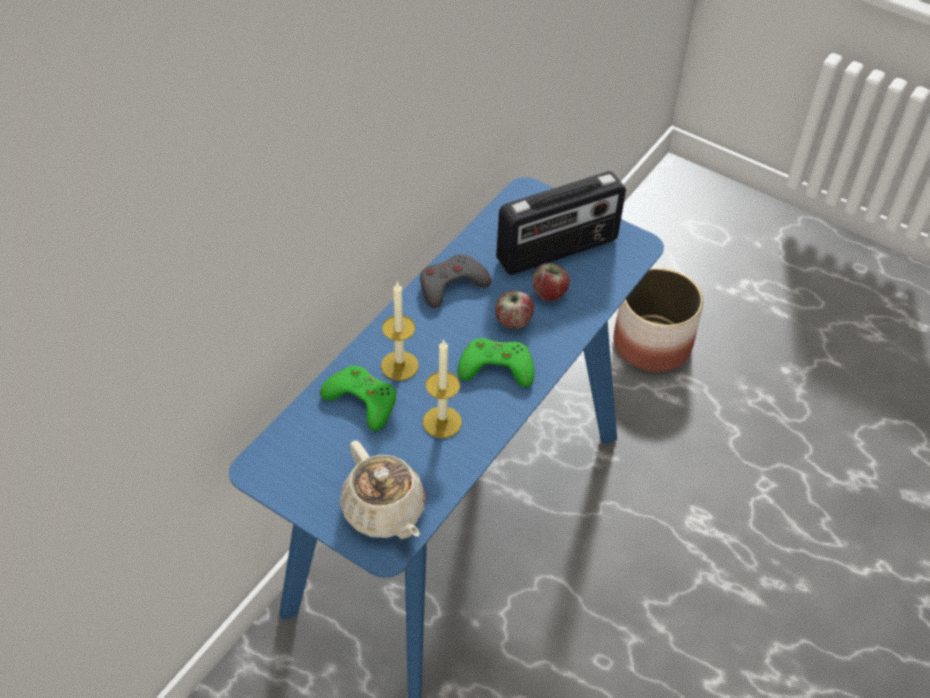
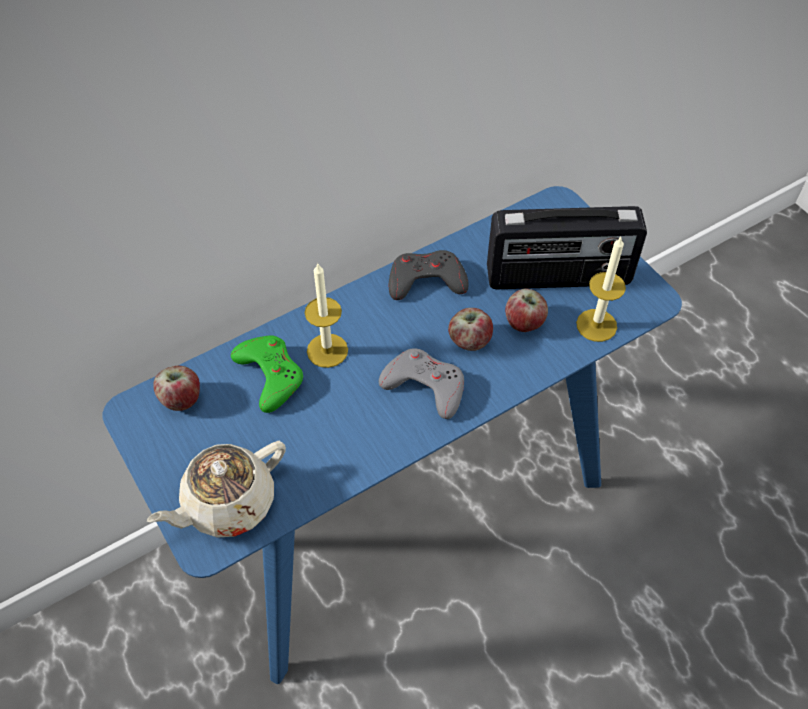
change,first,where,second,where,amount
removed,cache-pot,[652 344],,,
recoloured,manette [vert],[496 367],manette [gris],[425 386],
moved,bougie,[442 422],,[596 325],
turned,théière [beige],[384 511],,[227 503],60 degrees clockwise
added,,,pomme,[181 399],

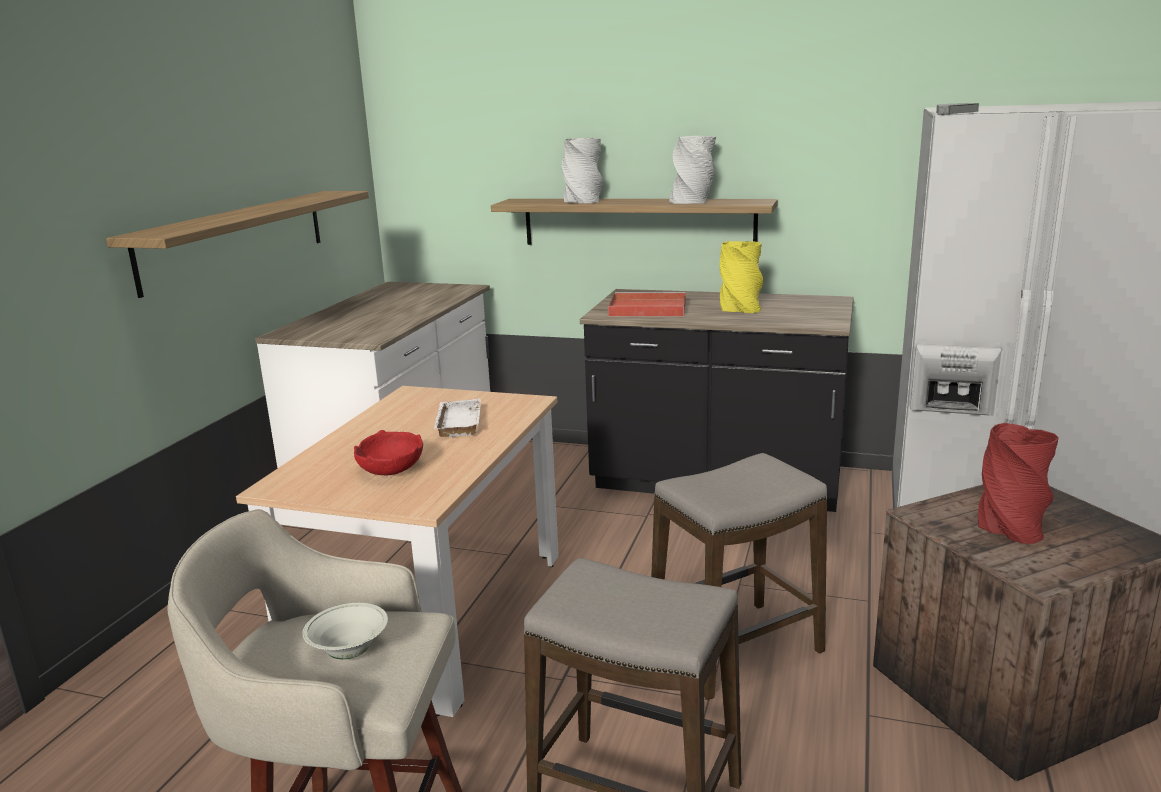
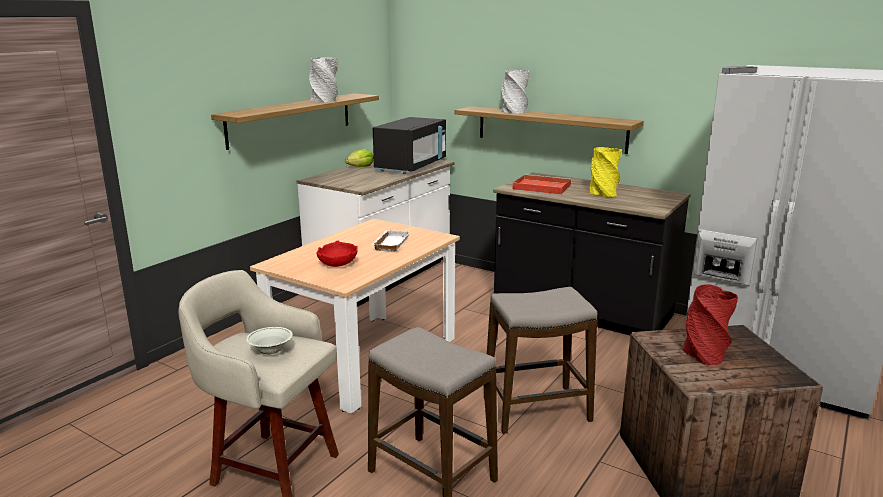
change,first,where,second,where,amount
moved,vase [gris],[692 201],,[324 101],
added,,,micro-ondes [noir],[411 166],
added,,,laitue,[360 167],

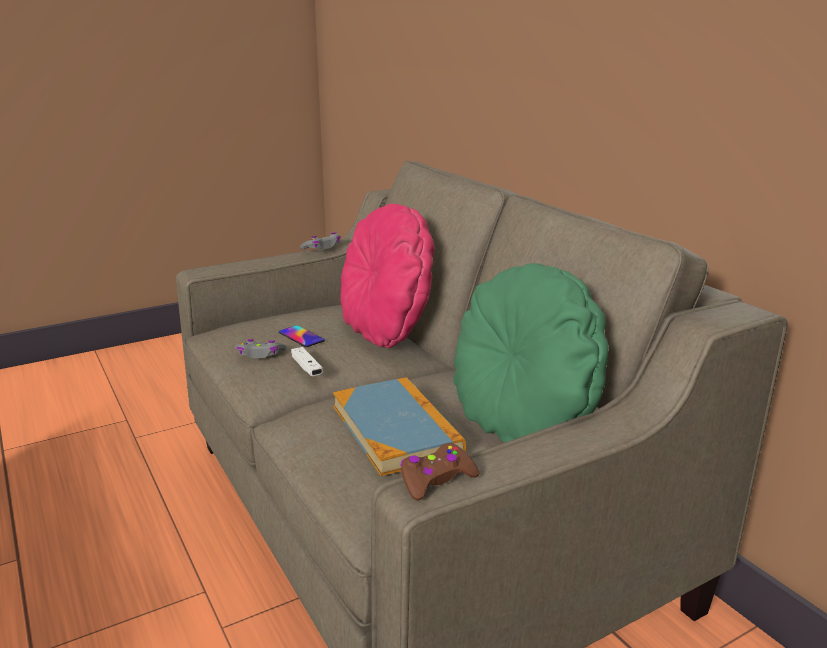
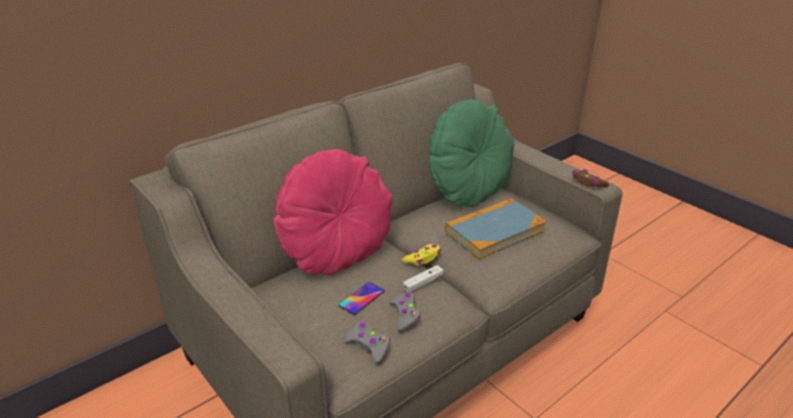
change,first,where,second,where,amount
moved,manette [gris],[322 247],,[368 345],
added,,,manette [jaune],[423 258],

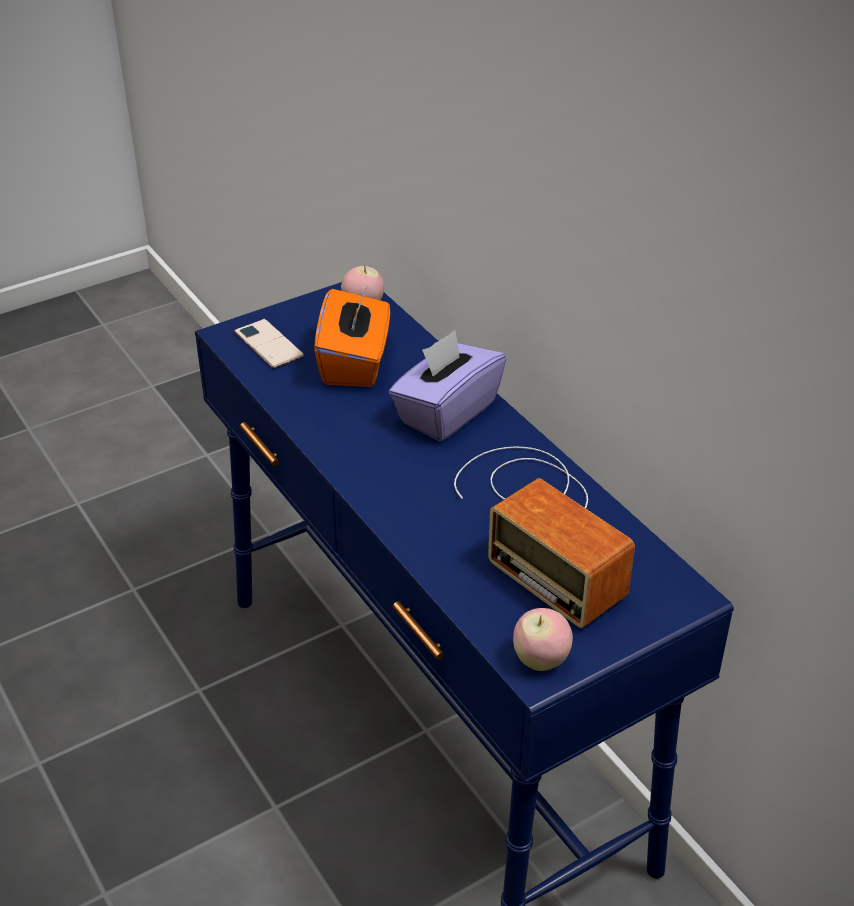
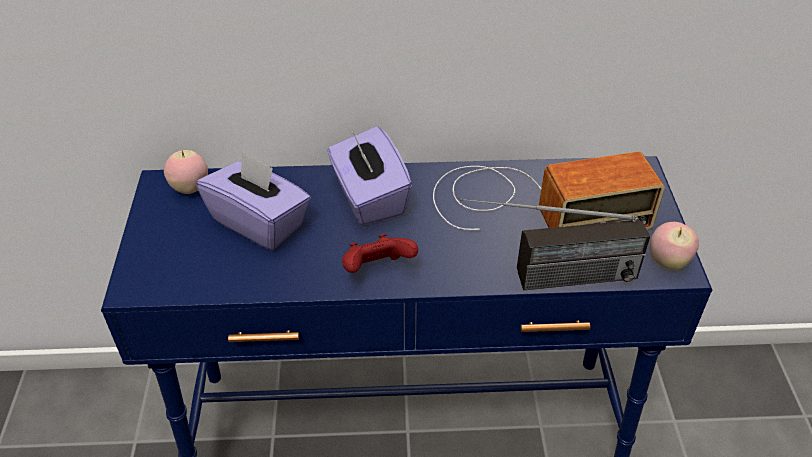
change,first,where,second,where,amount
recoloured,boîte à mouchoirs [orange],[355 363],boîte à mouchoirs [violet],[260 222],
removed,téléphone,[268 344],,,
added,,,radio,[546 279],
added,,,manette [rouge],[377 270],

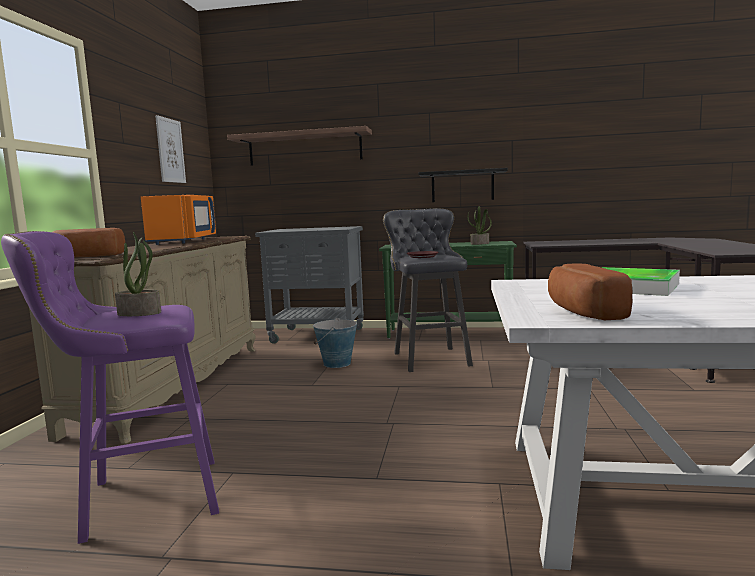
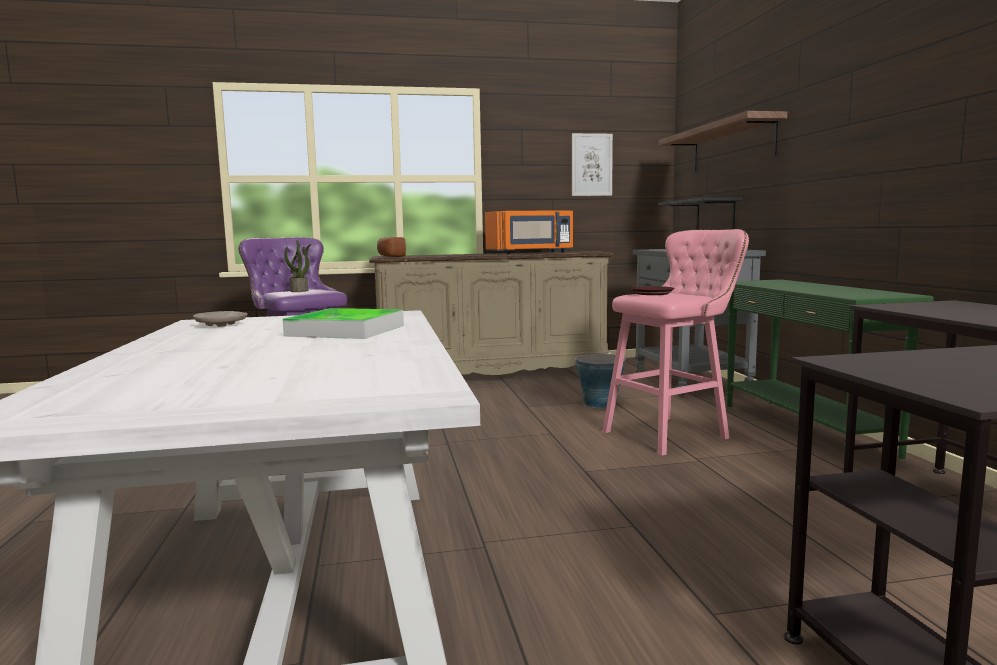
change,first,where,second,where,amount
moved,étagère [noir],[462 186],,[715 217],
removed,plante en pot,[480 244],,,
recoloured,tabouret [noir],[429 356],tabouret [rose],[675 432],
replaced,pain,[580 312],assiette [beige],[221 325],

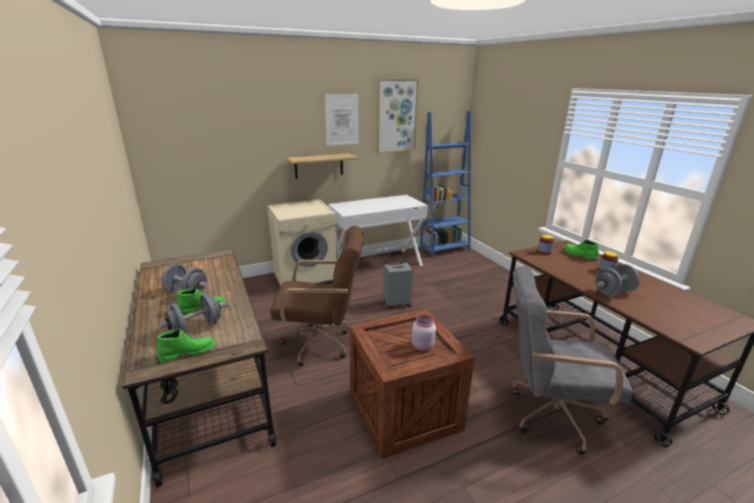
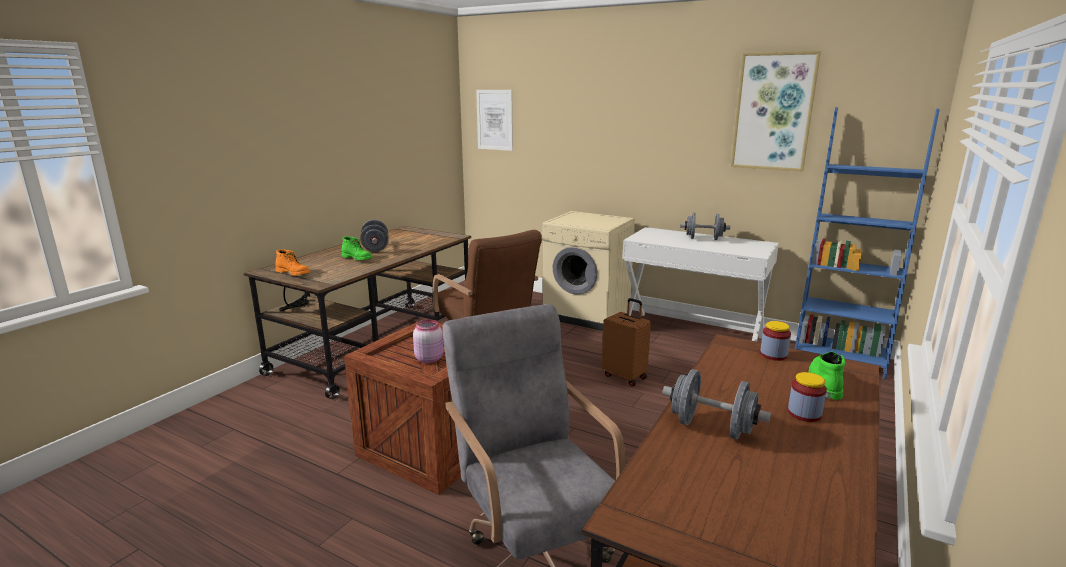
change,first,where,second,where,amount
moved,tableau,[342 120],,[495 120],
removed,étagère,[319 166],,,
recoloured,valise [gris],[397 303],valise [marron],[625 376],
moved,haltère [gris],[196 328],,[703 239],
recoloured,botte [vert],[188 352],botte [orange],[294 273],

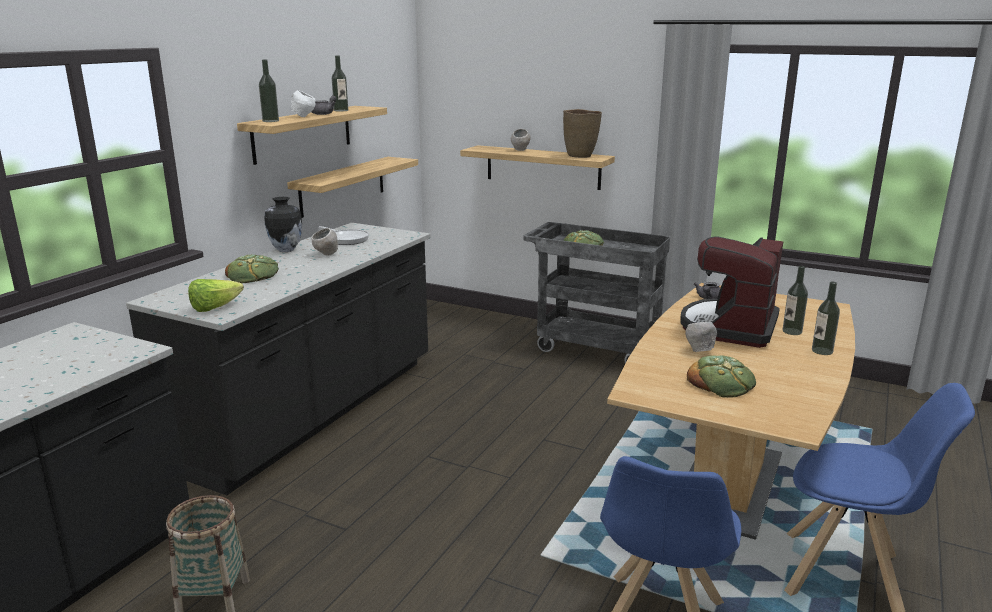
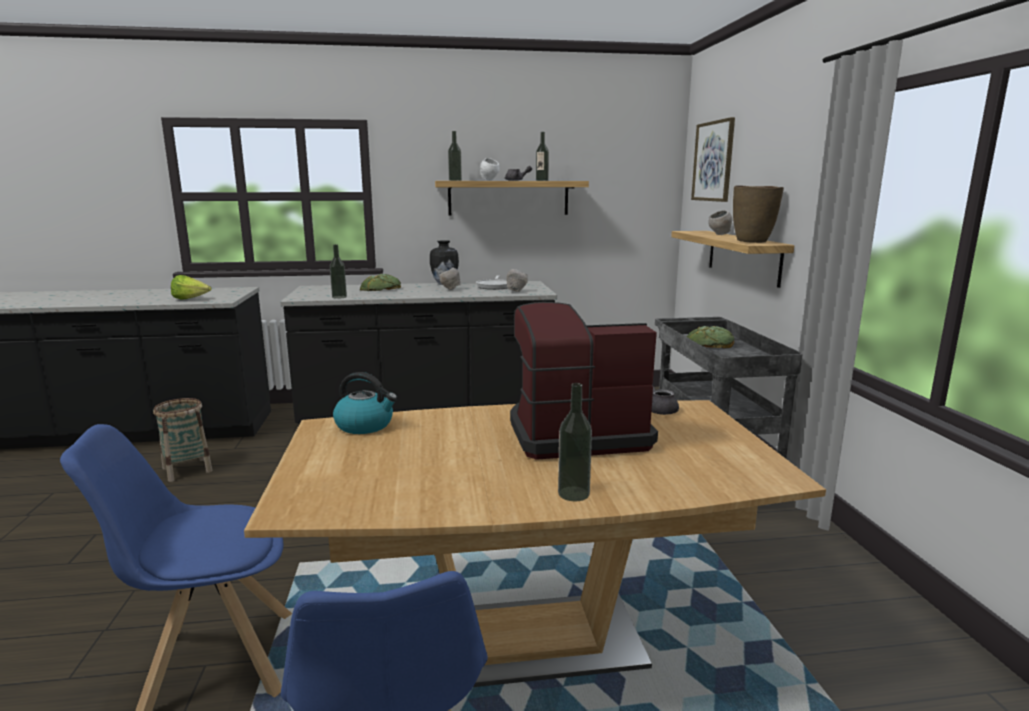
change,first,where,second,where,amount
removed,étagère,[343 186],,,
moved,bouteille,[792 331],,[339 297],
moved,laitue,[215 308],,[191 299],
moved,bol [gris],[699 351],,[516 291],
removed,pain,[721 382],,,
added,,,tableau,[713 161],
added,,,bouilloire,[365 425],

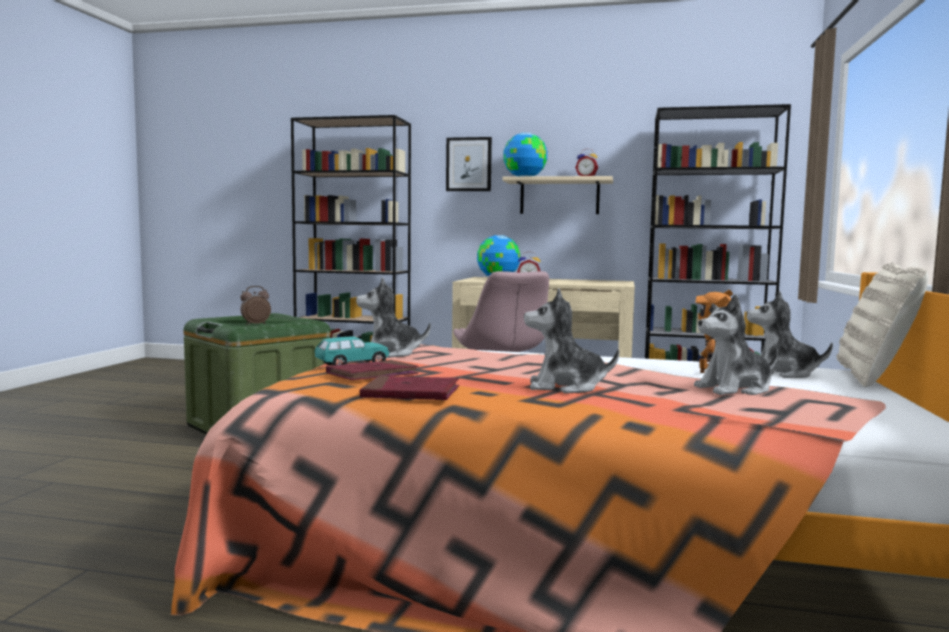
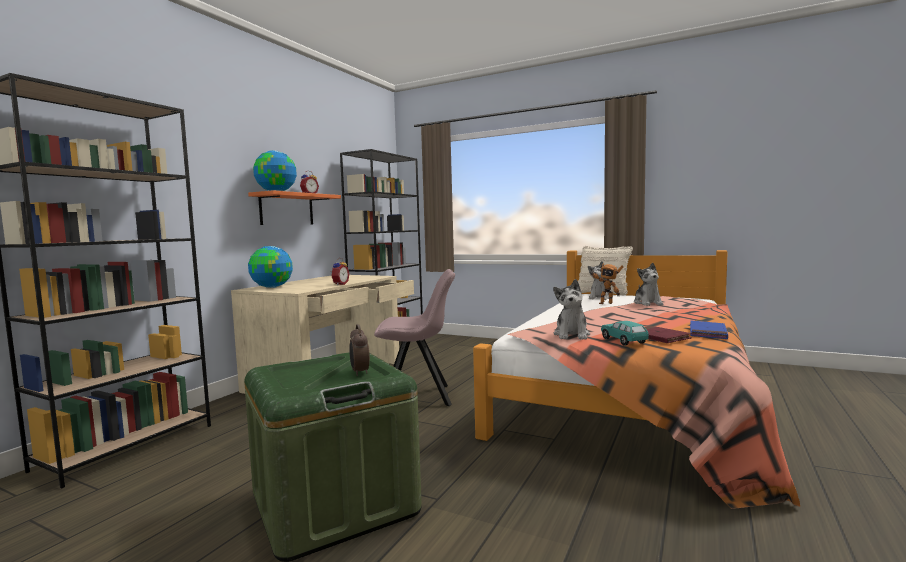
change,first,where,second,where,amount
removed,tableau,[468 164],,,
recoloured,étagère [beige],[559 196],étagère [orange],[287 209],
removed,peluche,[565 387],,,
recoloured,livre [rouge],[410 394],livre [bleu],[708 332],

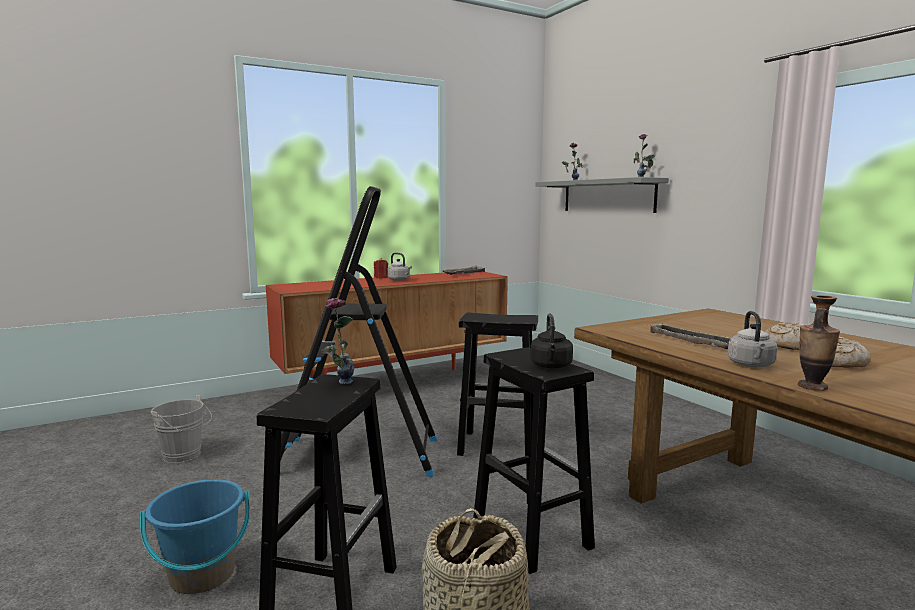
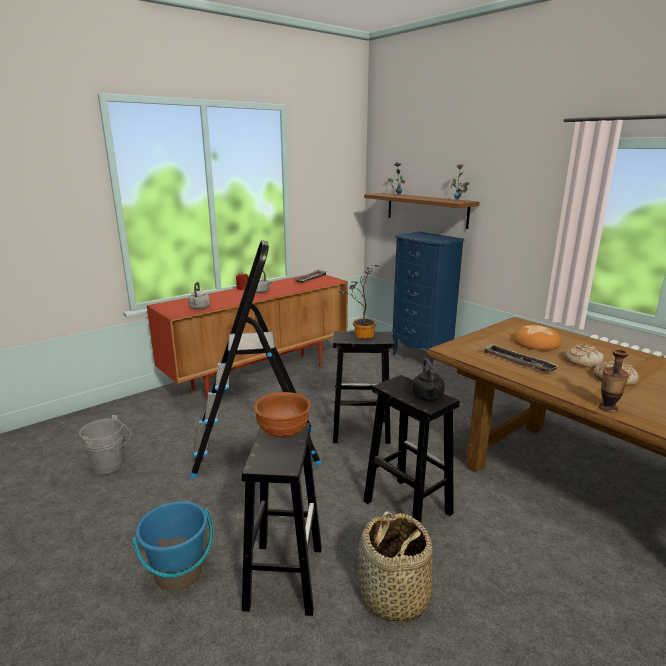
change,first,where,second,where,amount
recoloured,étagère [gris],[607 196],étagère [marron],[426 209],
replaced,vase,[339 384],bol [marron],[284 433],
moved,bouilloire [gris],[751 365],,[199 308],
added,,,commode [bleu],[419 359],
added,,,plante en pot,[361 335],
added,,,pain,[536 343],

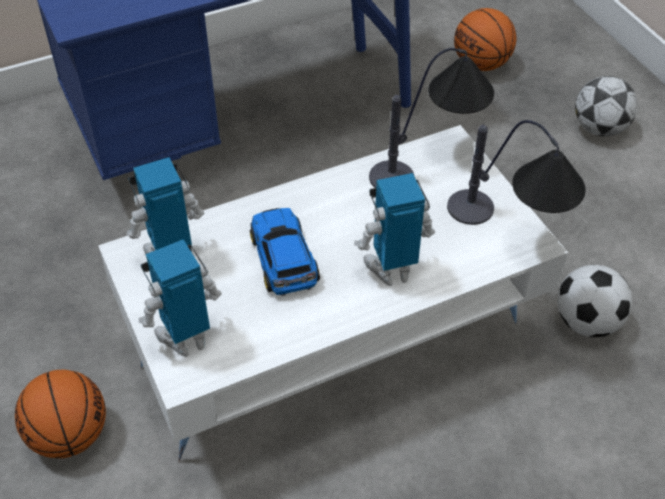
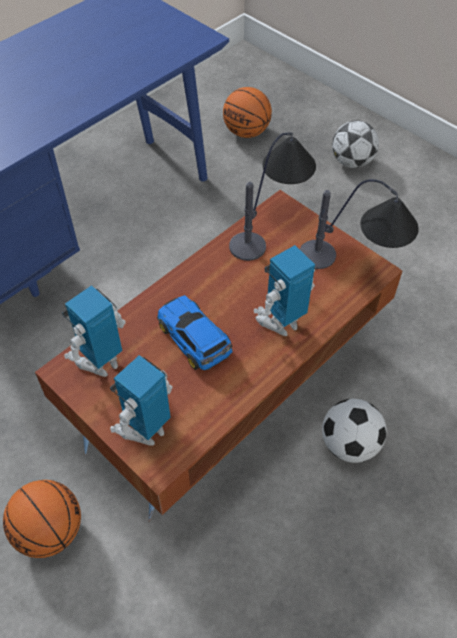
change,first,where,second,where,amount
recoloured,table basse [blanc],[332 347],table basse [marron],[229 389],
moved,ballon de foot,[587 322],,[349 444],

